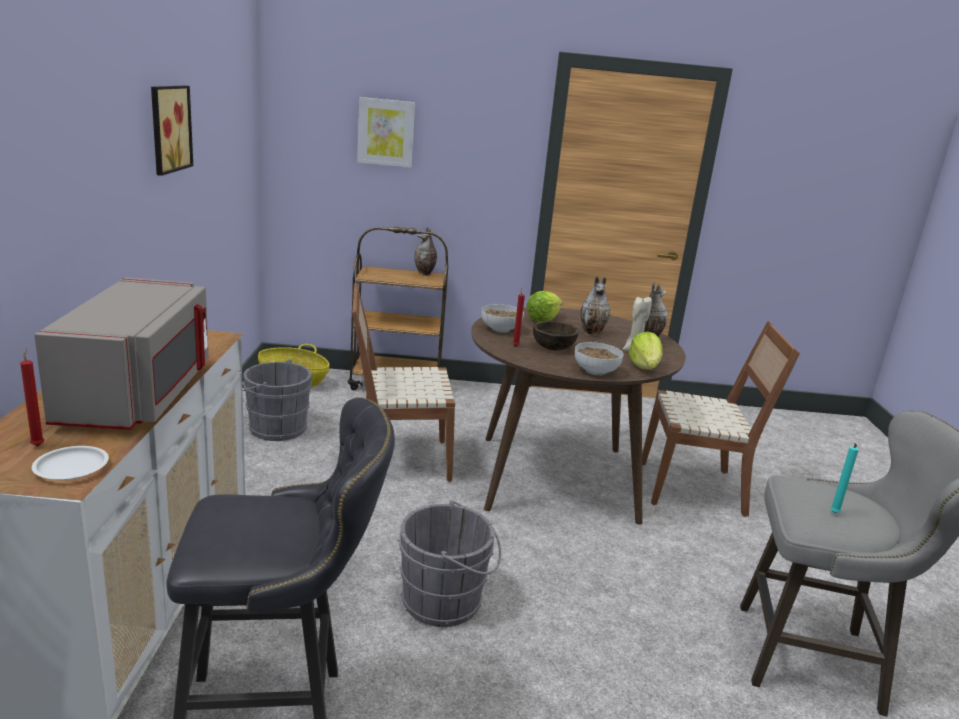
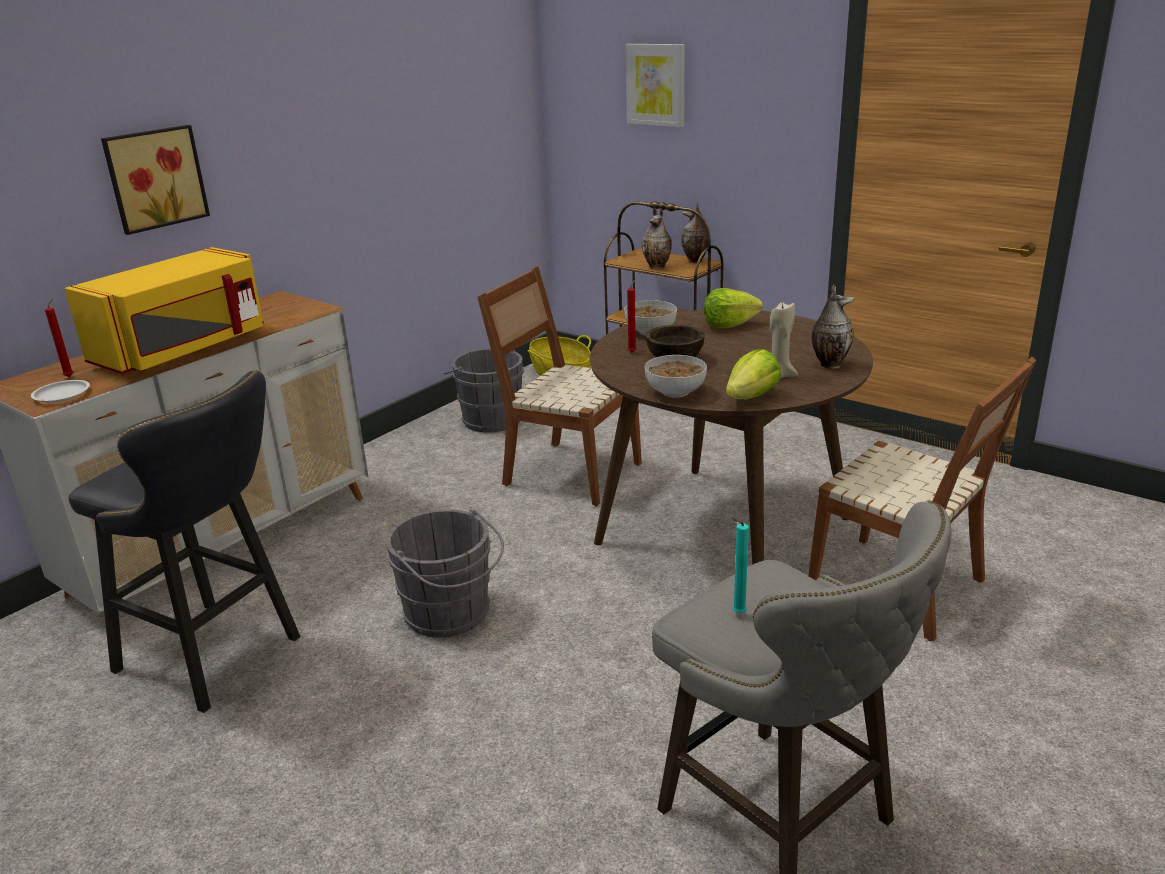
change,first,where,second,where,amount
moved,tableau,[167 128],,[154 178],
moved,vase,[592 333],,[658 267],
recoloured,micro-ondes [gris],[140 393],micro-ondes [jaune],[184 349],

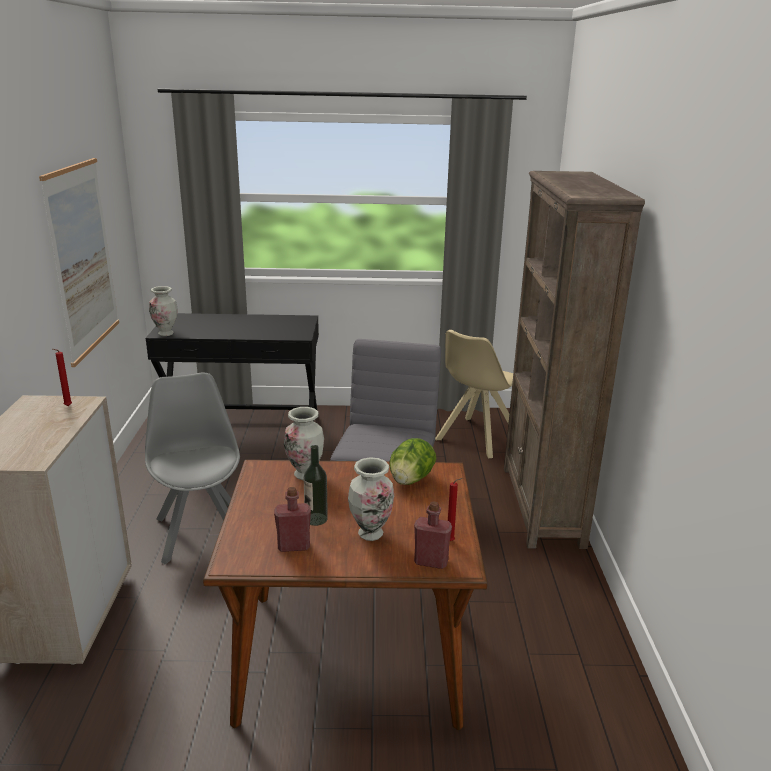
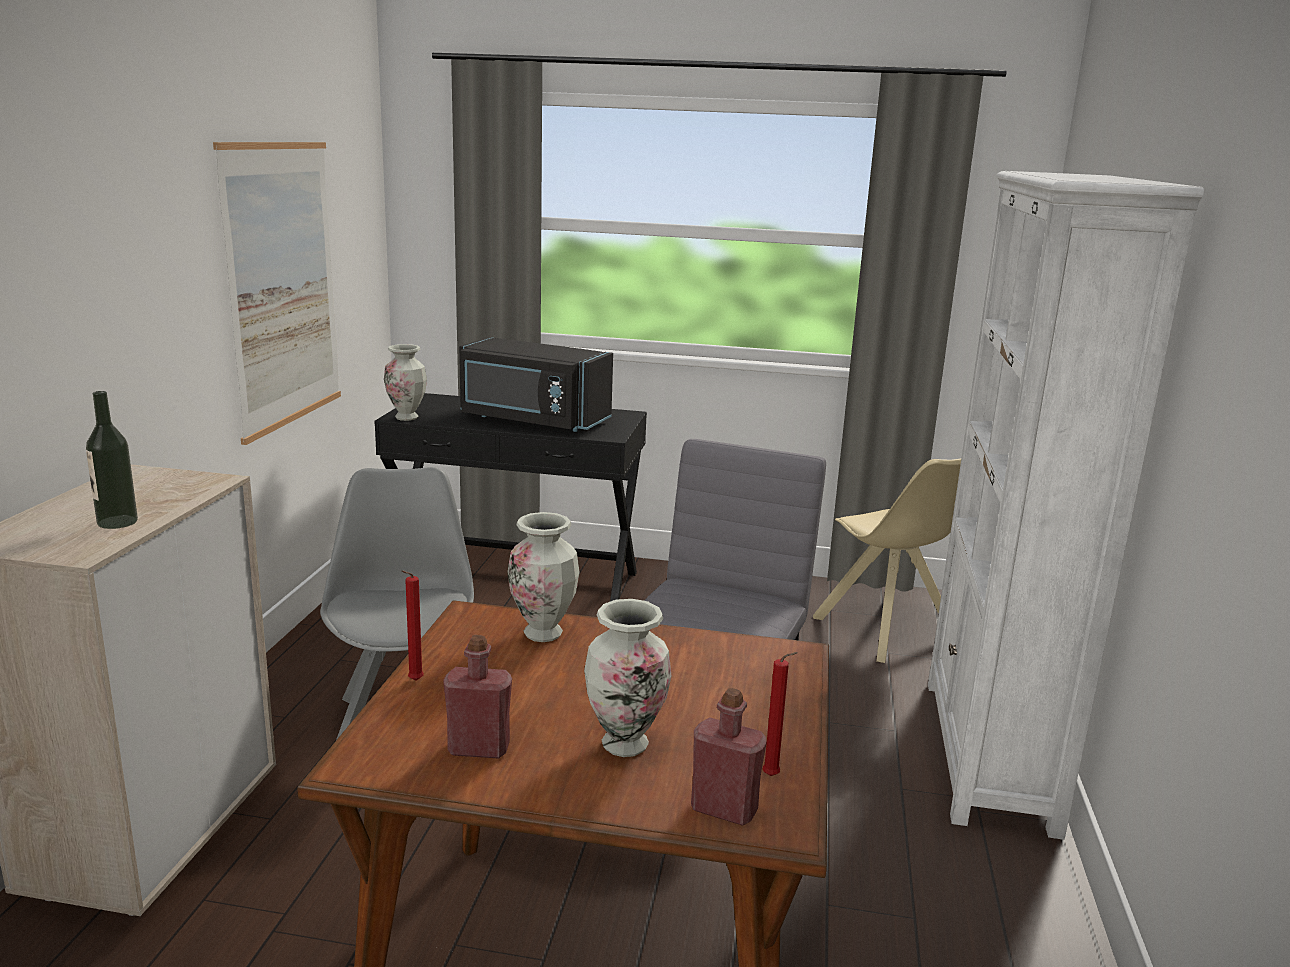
change,first,where,second,where,amount
recoloured,bibliothèque [marron],[542 506],bibliothèque [blanc],[988 753],
turned,chaise [beige],[476 438],,[887 631],75 degrees counterclockwise
moved,bougie [rouge],[67 406],,[413 681],
removed,laitue,[410 480],,,
moved,bouteille,[316 519],,[117 522],
added,,,micro-ondes [noir],[532 420],

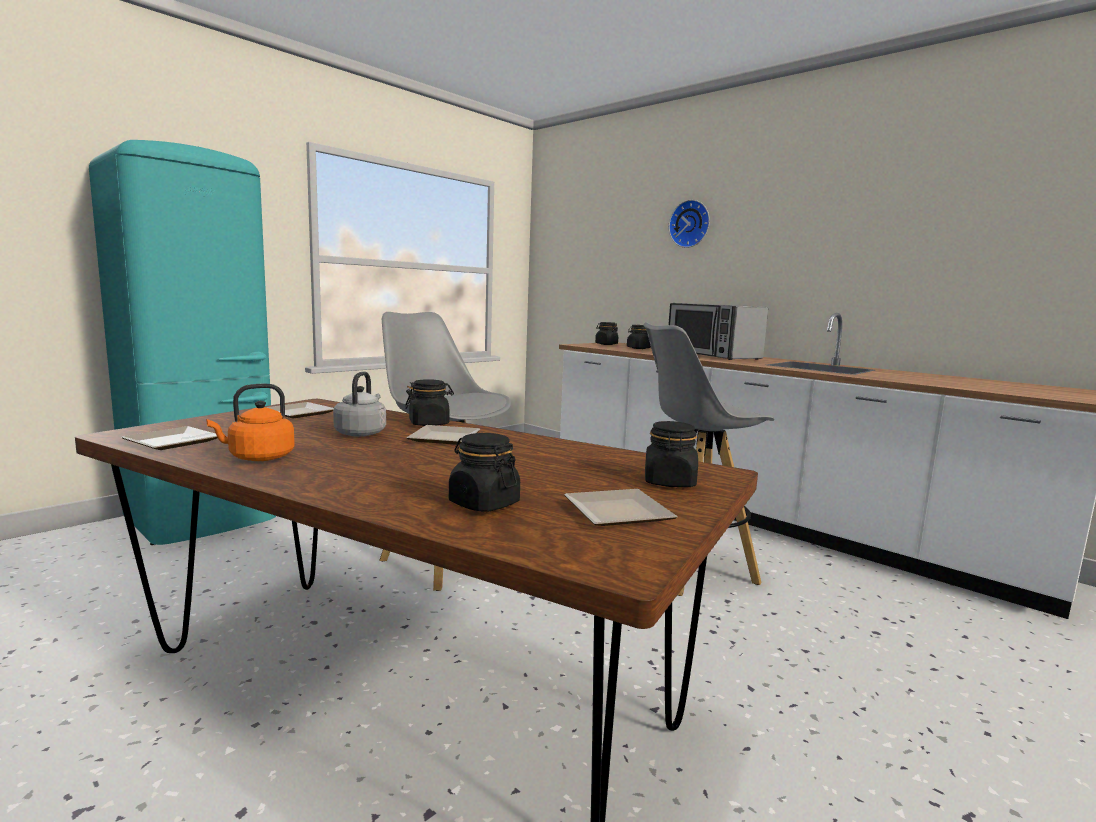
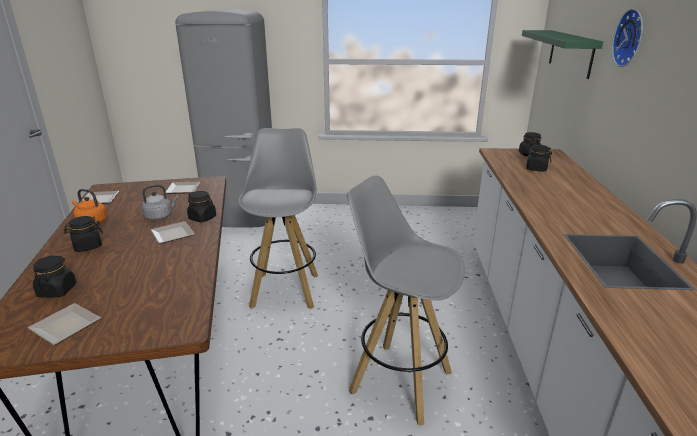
change,first,where,second,where,amount
recoloured,réfrigérateur [turquoise],[204 519],réfrigérateur [gris],[242 215],
removed,micro-ondes,[712 355],,,
moved,bocal [noir],[669 482],,[87 246],
added,,,étagère [vert],[570 52],

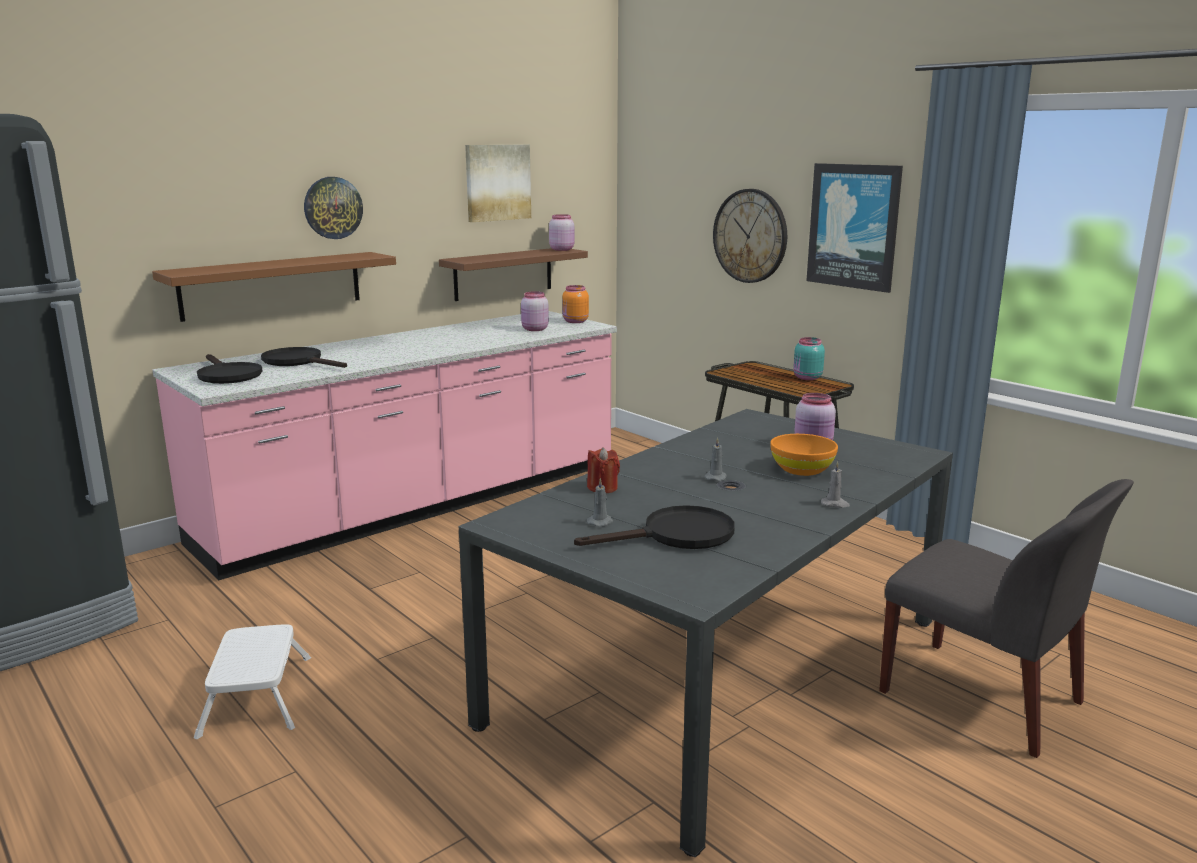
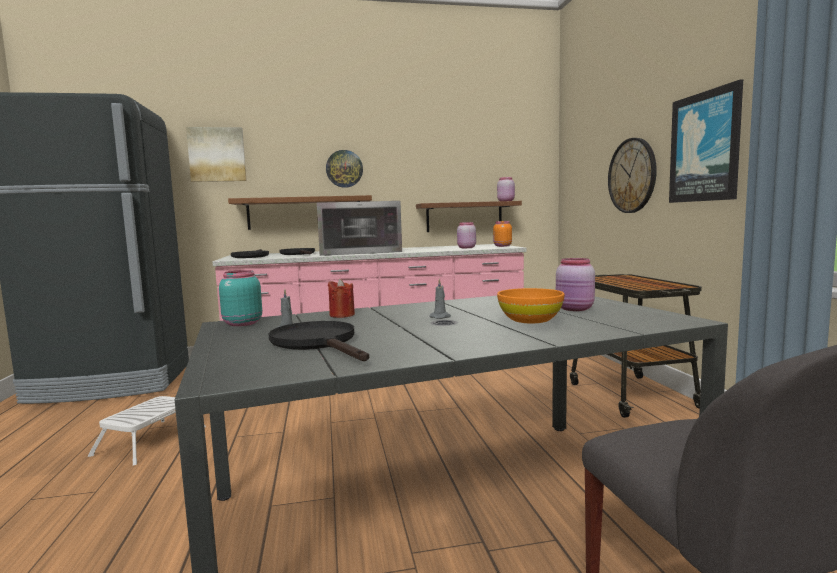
change,first,where,second,where,amount
moved,tableau,[497 182],,[217 154],
moved,bocal [turquoise],[807 378],,[241 323],
removed,bougie [gris],[835 504],,,
turned,poêle [noir],[676 535],,[319 343],135 degrees counterclockwise
added,,,micro-ondes,[359 252],

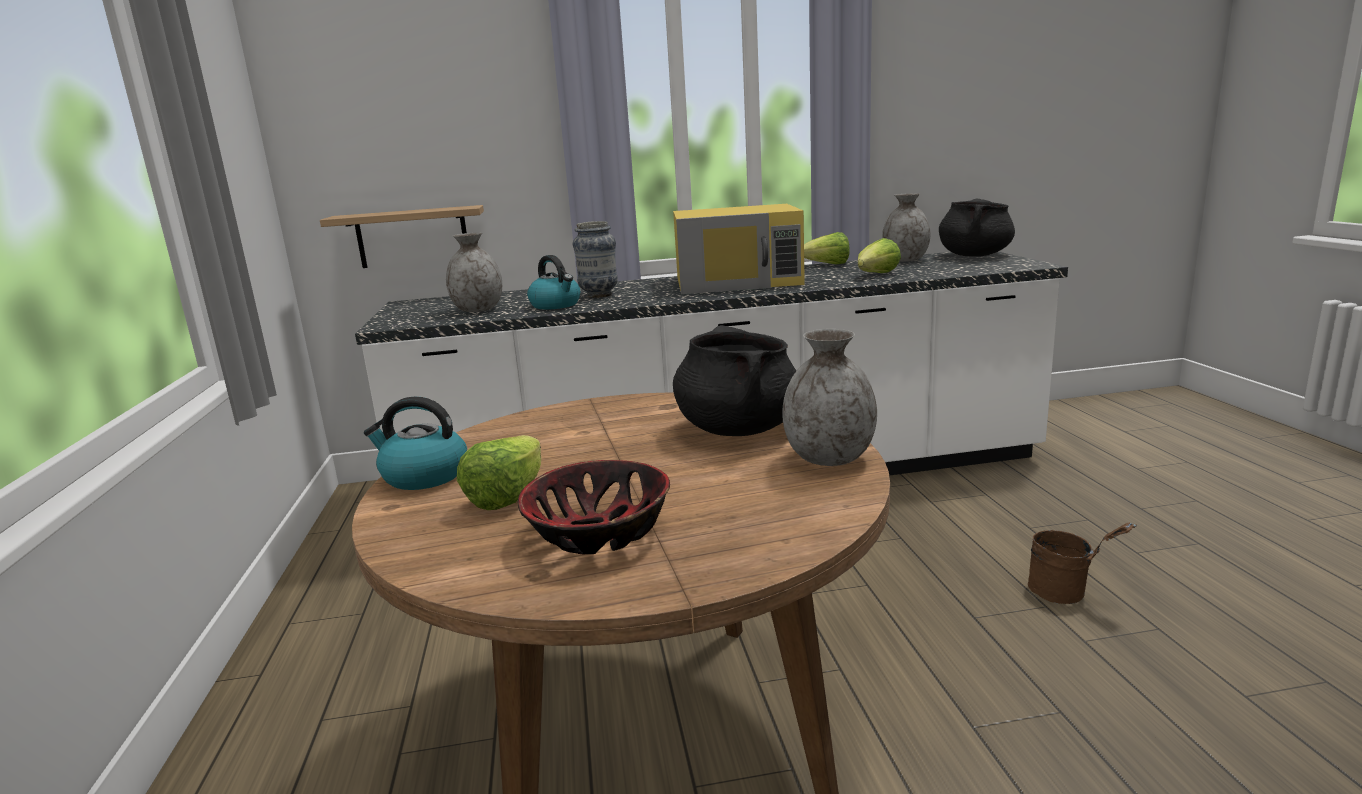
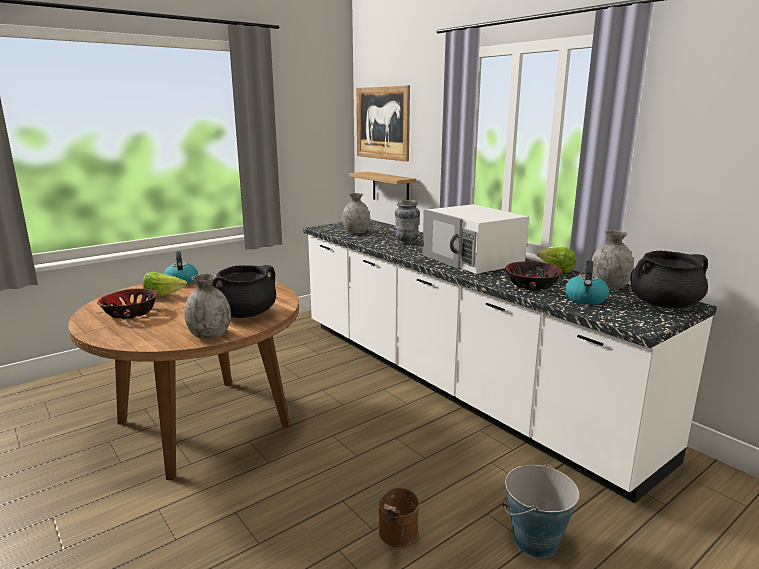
change,first,where,second,where,amount
recoloured,micro-ondes [jaune],[738 281],micro-ondes [blanc],[472 259],
replaced,laitue,[876 275],bol,[532 285],
moved,bouilloire,[556 305],,[585 299],
added,,,tableau,[382 123],
added,,,seau,[535 541],

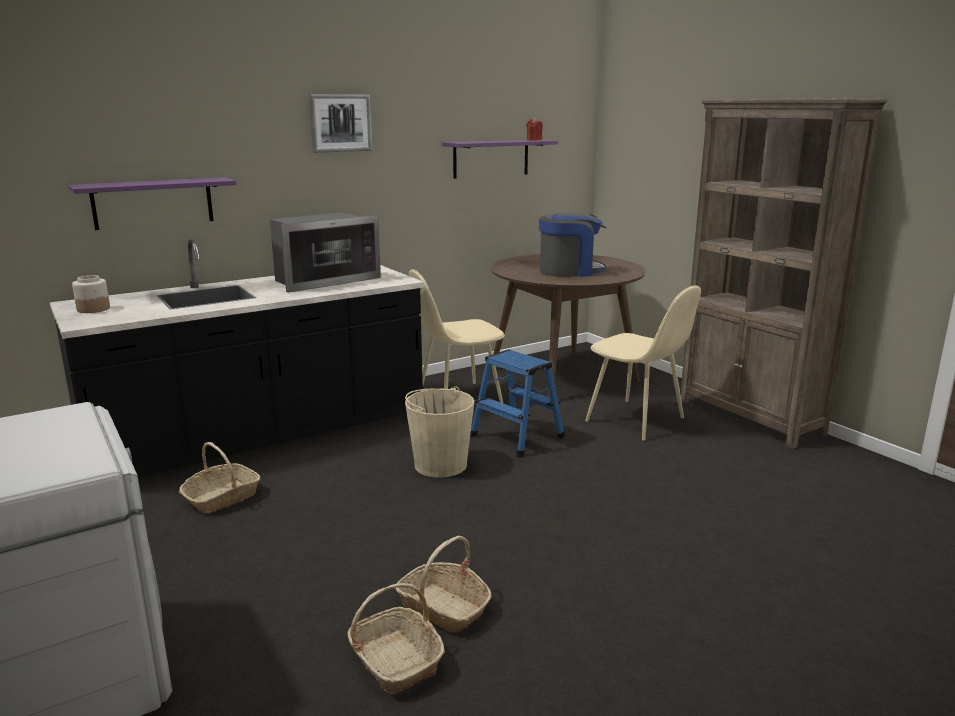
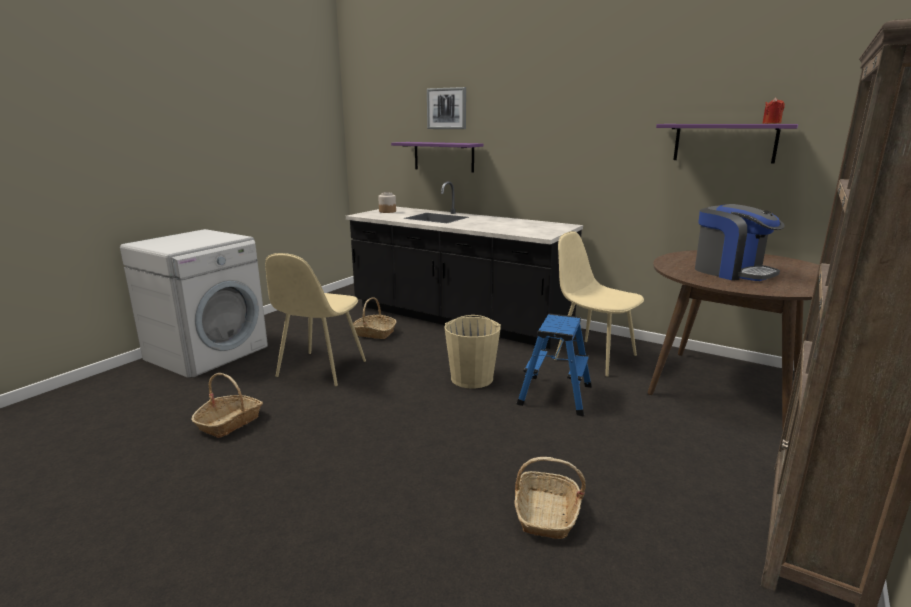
change,first,where,second,where,amount
moved,tableau,[340 123],,[447 108],
removed,micro-ondes,[323 280],,,
moved,chaise [beige],[637 420],,[320 369],
moved,panier,[443 608],,[546 514],

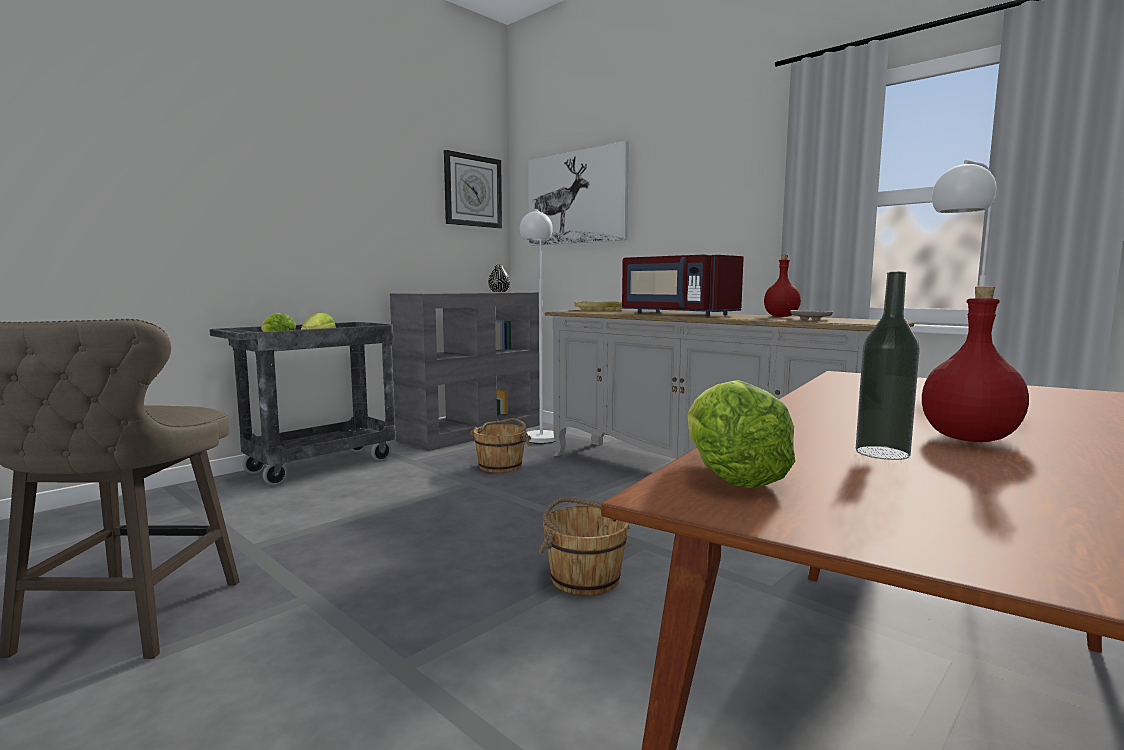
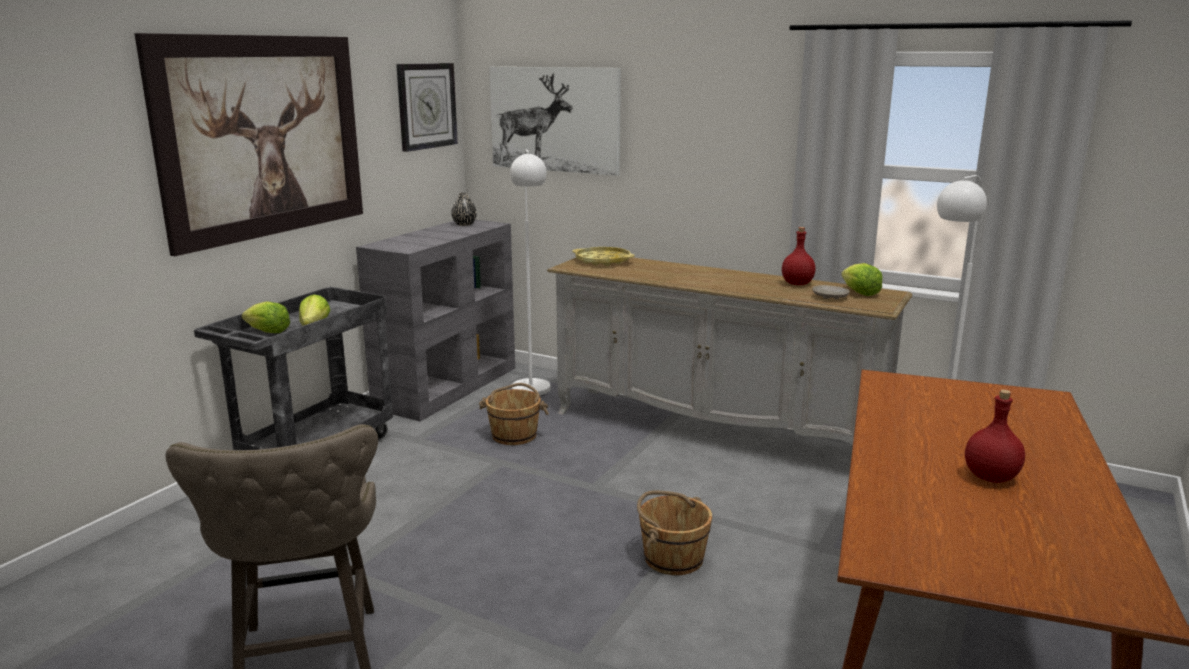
change,first,where,second,where,amount
removed,micro-ondes [rouge],[676 314],,,
removed,bouteille,[882 453],,,
moved,laitue,[729 476],,[859 293],
added,,,tableau,[263 137],

